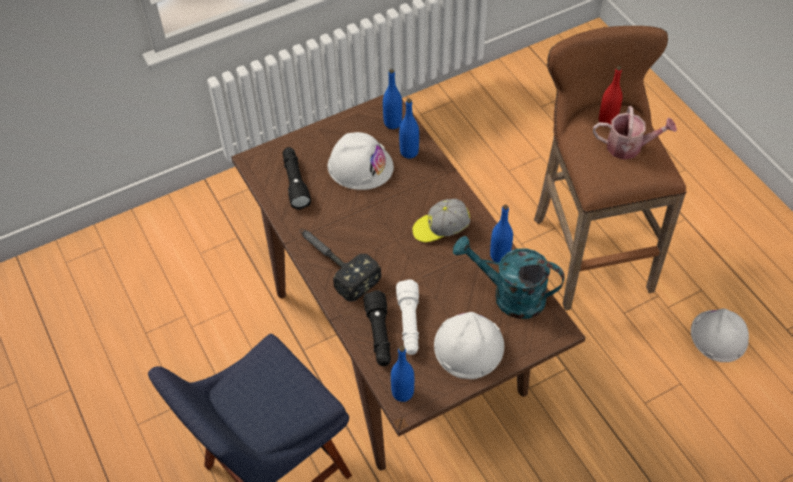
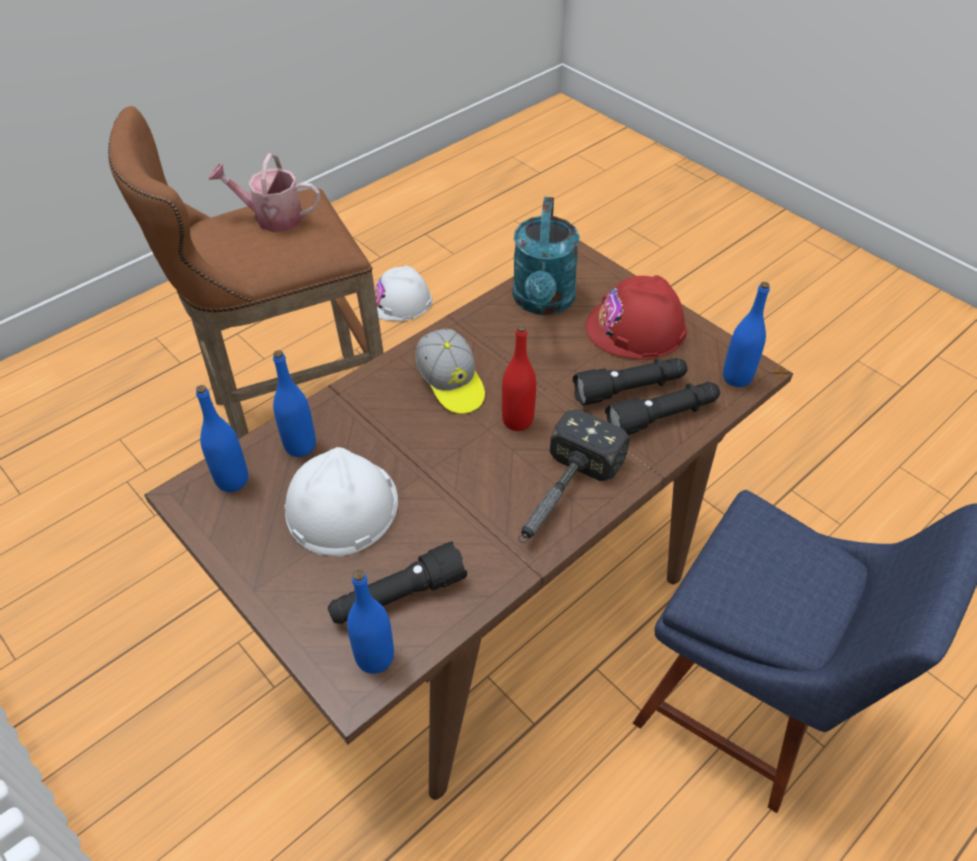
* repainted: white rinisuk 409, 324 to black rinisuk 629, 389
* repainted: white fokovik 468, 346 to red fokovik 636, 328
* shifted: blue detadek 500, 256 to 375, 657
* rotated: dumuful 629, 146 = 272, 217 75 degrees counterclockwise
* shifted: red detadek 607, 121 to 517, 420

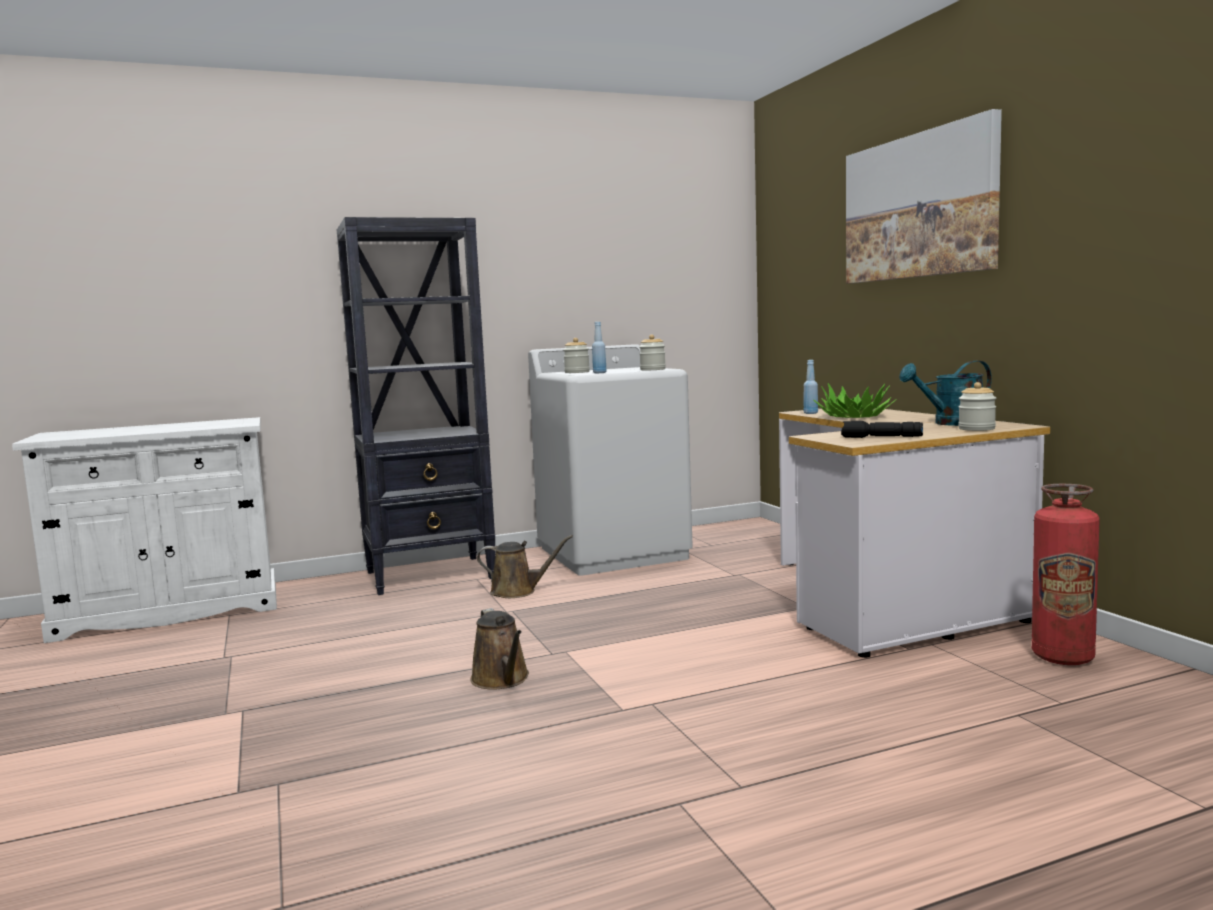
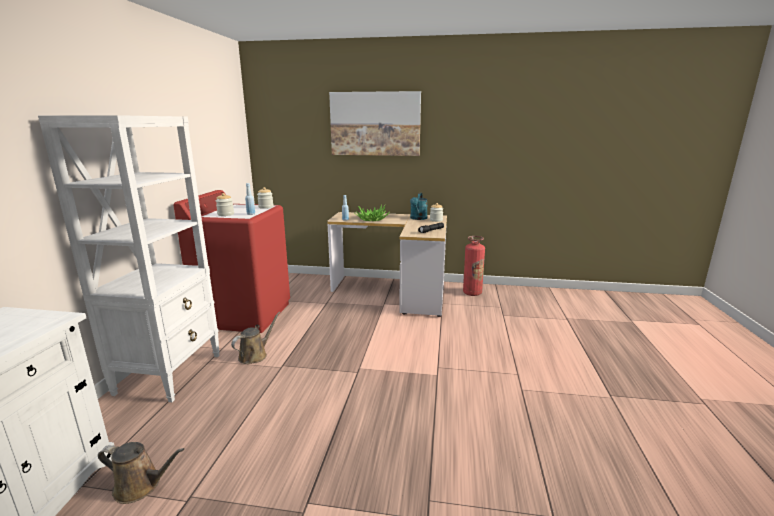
* repainted: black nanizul 431, 575 to white nanizul 170, 373
* shifted: brown dumuful 502, 680 to 141, 486
* repainted: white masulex 614, 553 to red masulex 245, 314

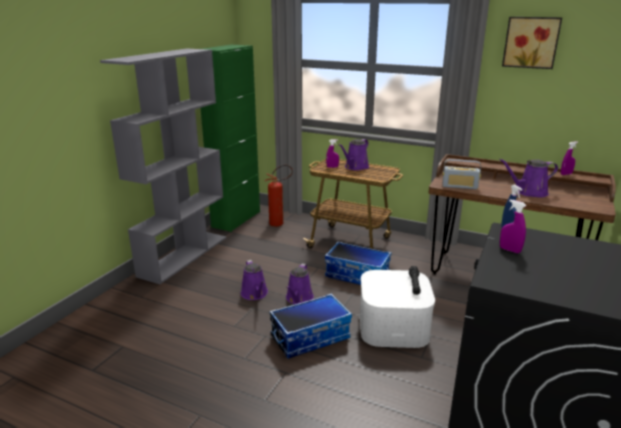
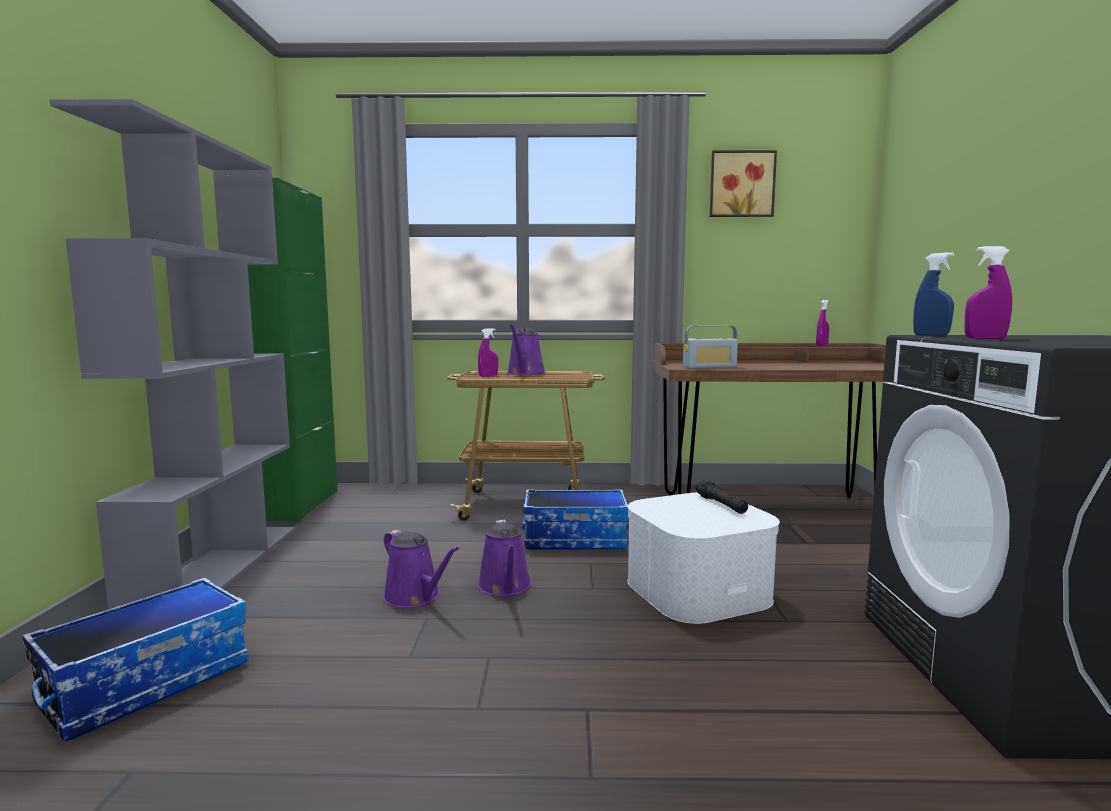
* gone: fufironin 280, 223
* shifted: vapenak 310, 337 to 147, 682
* gone: purple dumuful 529, 192

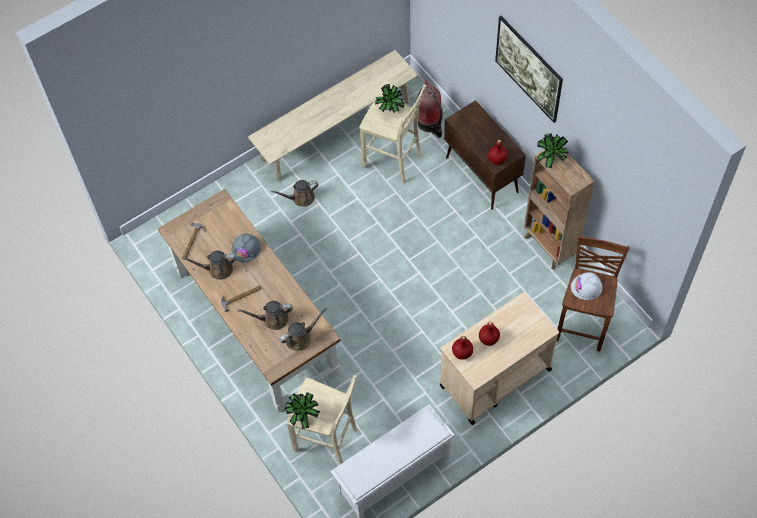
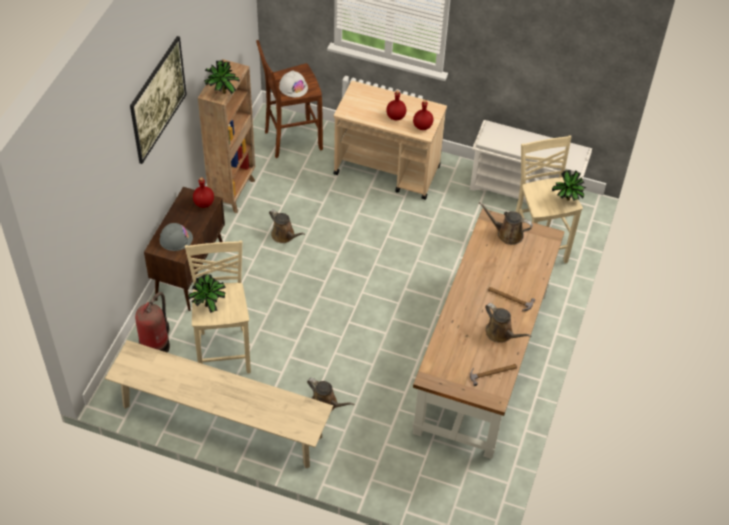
* shifted: grey fokovik 246, 248 to 176, 239
* shifted: brown dumuful 272, 319 to 284, 235

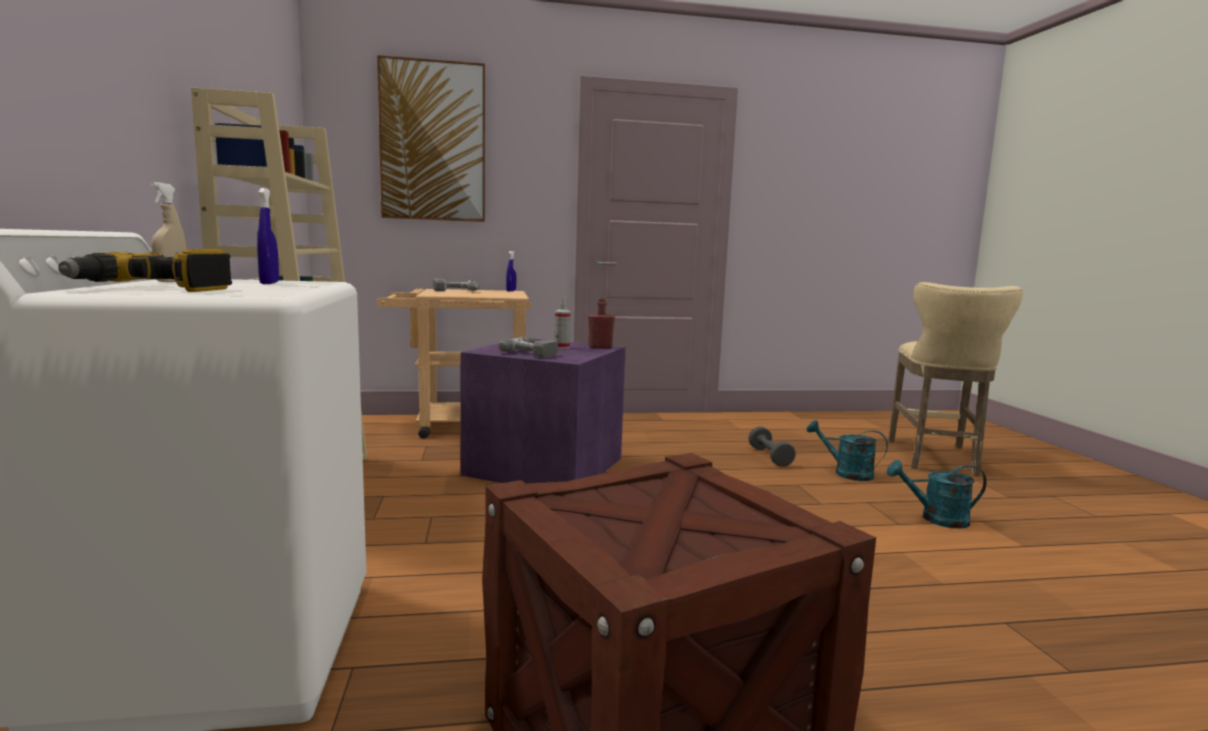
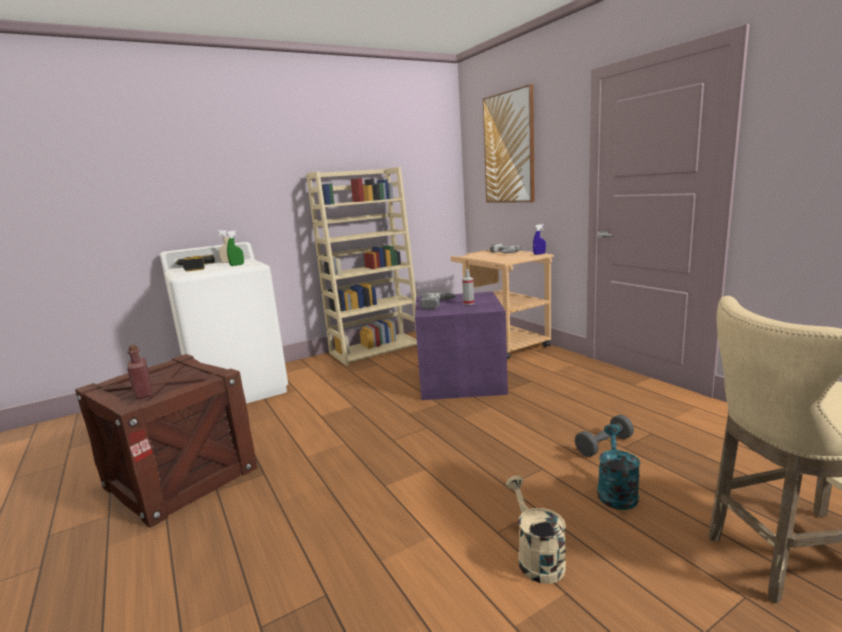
* repainted: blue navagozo 269, 283 to green navagozo 237, 265
* shifted: red detadek 600, 347 to 144, 394
* repainted: turquoise dumuful 936, 519 to beige dumuful 536, 557

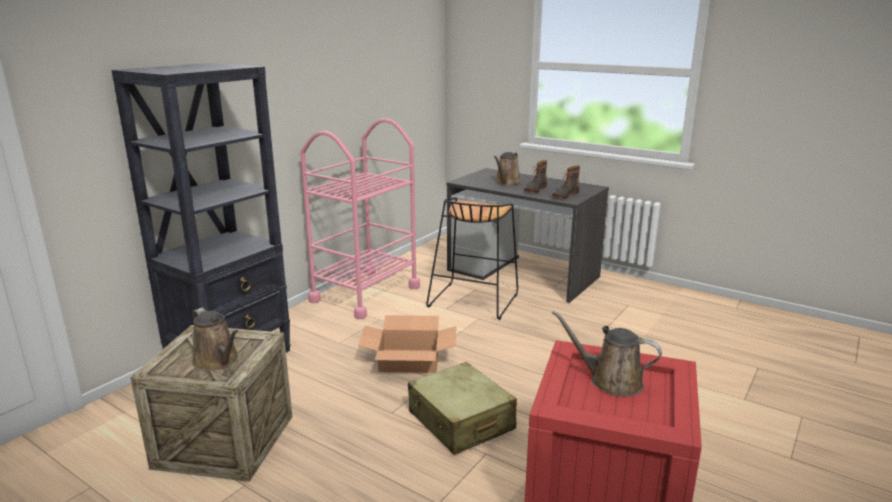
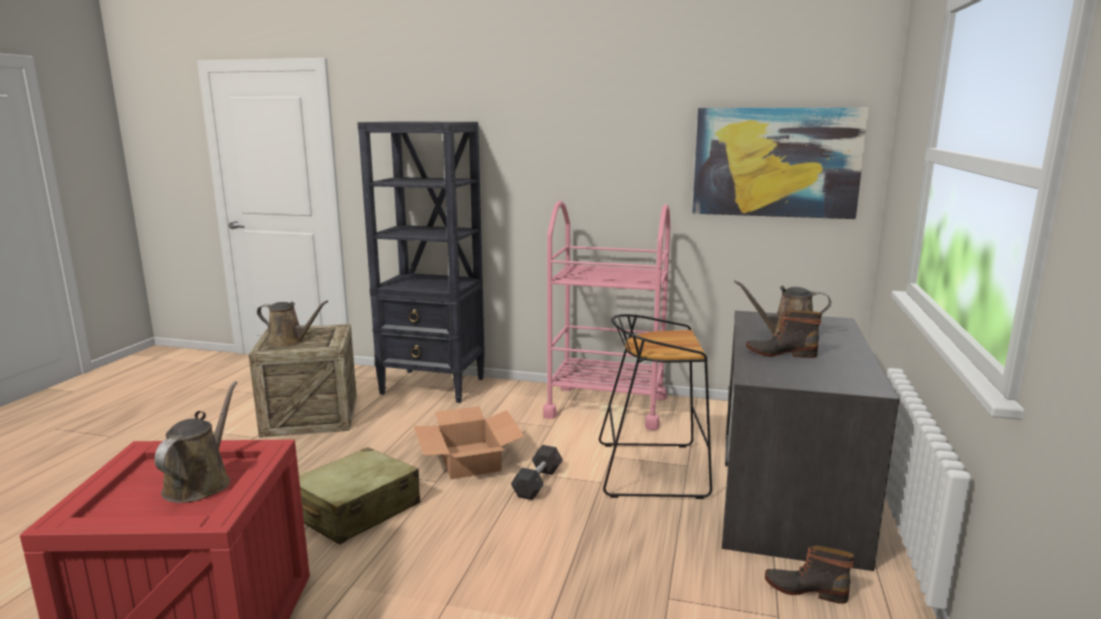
* rotated: brown dumuful 218, 361 = 289, 342 105 degrees counterclockwise
* shifted: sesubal 565, 195 to 805, 589
* new: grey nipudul 537, 483
* new: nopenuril 776, 162

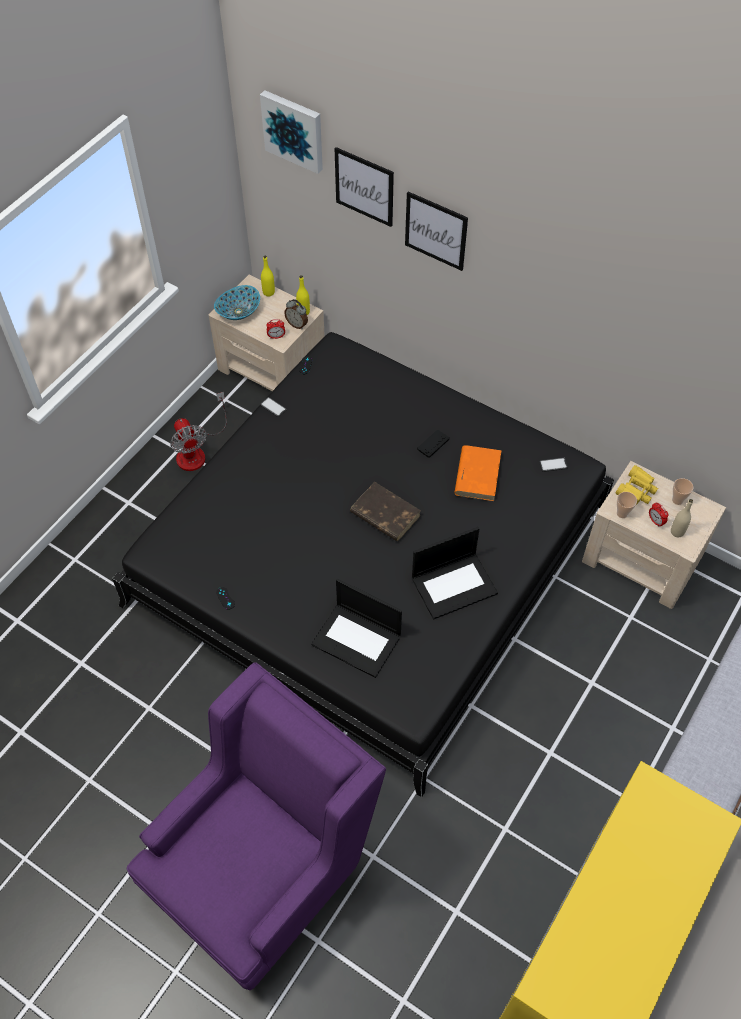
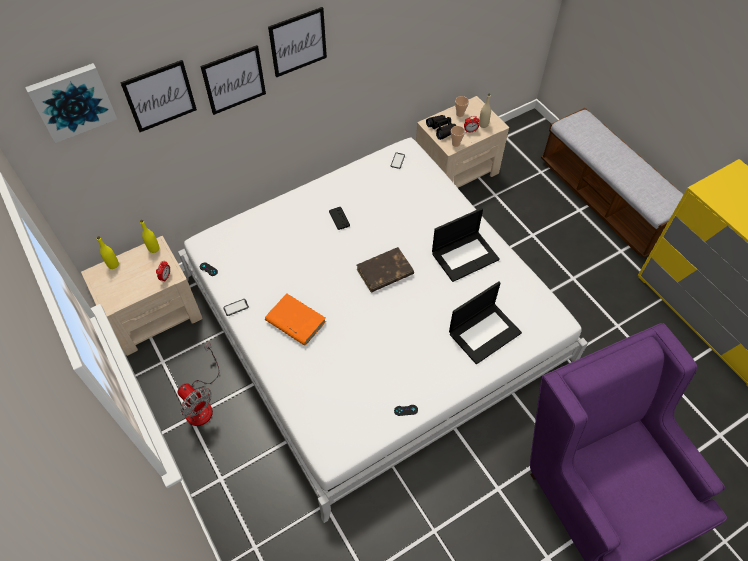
* repainted: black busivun 369, 556 to white busivun 373, 318
* rotated: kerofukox 197, 451 = 201, 403 45 degrees clockwise
* gone: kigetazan 239, 312
* gone: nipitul 297, 324
* rotated: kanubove 454, 584 = 465, 255 60 degrees clockwise
* shifted: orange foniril 477, 474 to 295, 321
* repainted: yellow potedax 636, 490 to black potedax 441, 129
* new: nopenuril 298, 42

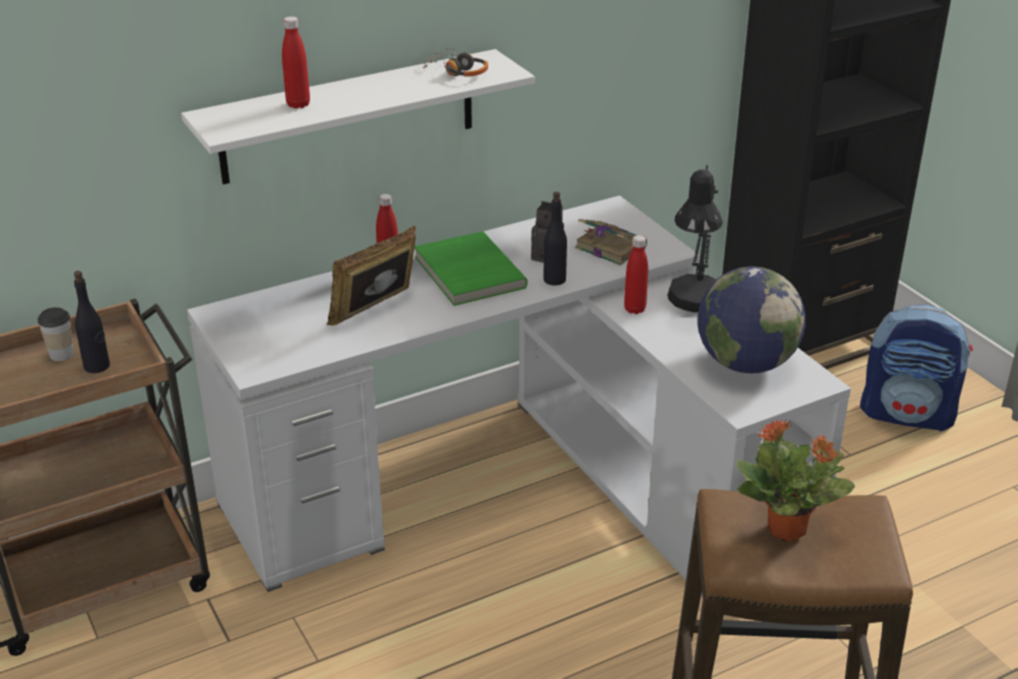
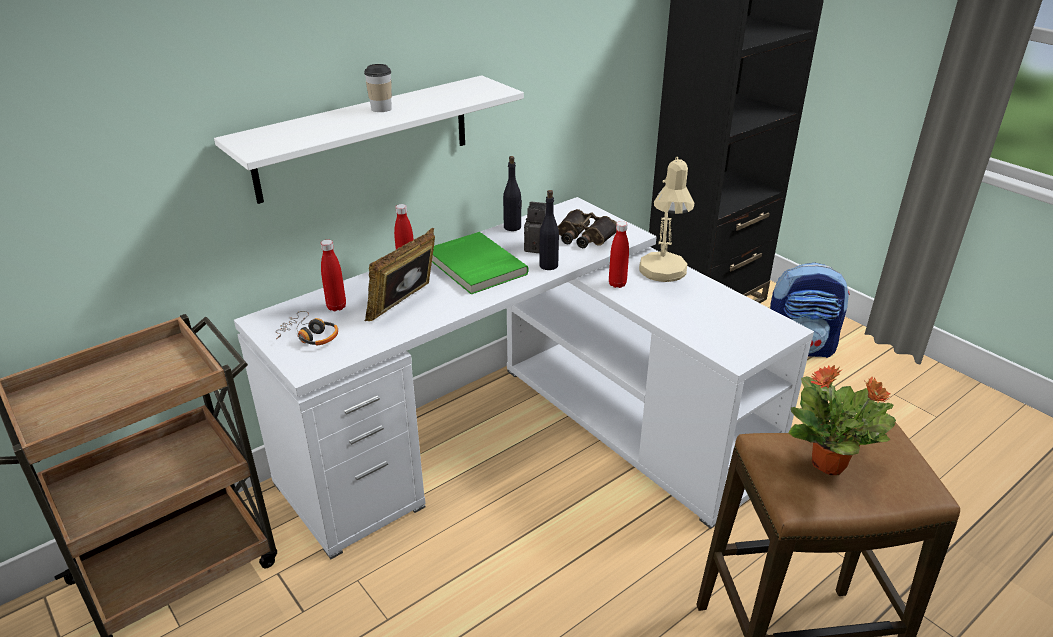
* shifted: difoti 61, 354 to 381, 109
* shifted: black detadek 97, 366 to 512, 227
* shifted: red detadek 298, 104 to 336, 307
* shifted: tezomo 456, 71 to 309, 336
* swapped: foniril 609, 247 to potedax 583, 236
* repainted: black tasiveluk 694, 304 to beige tasiveluk 663, 275
* gone: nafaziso 745, 363

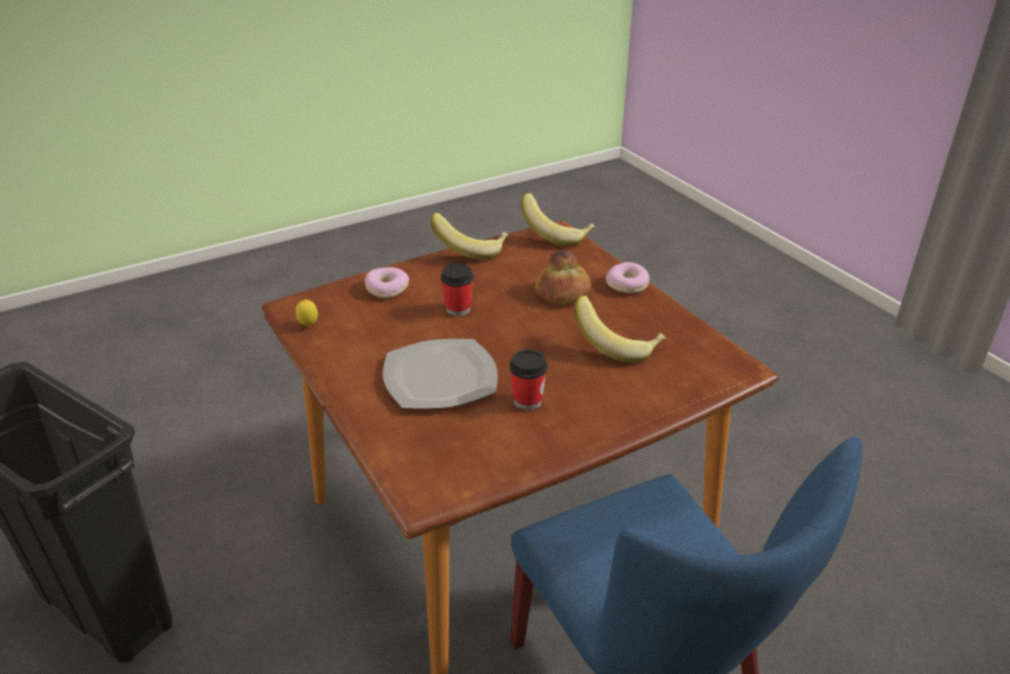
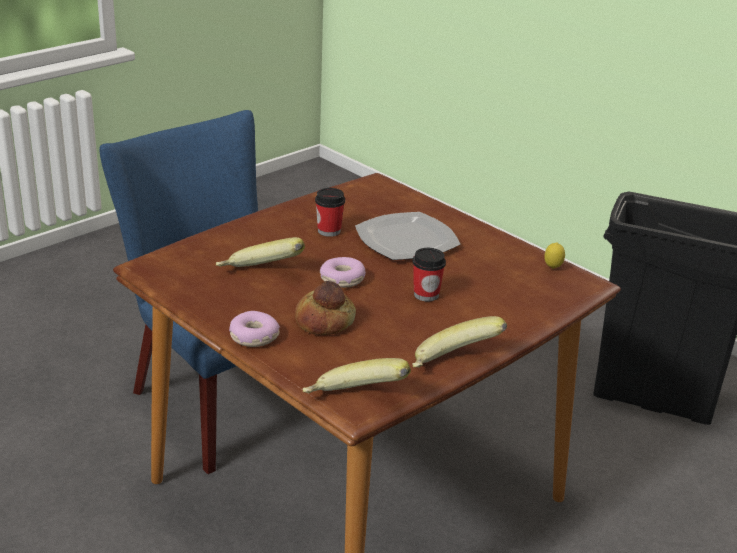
* shifted: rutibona 387, 288 to 342, 279

